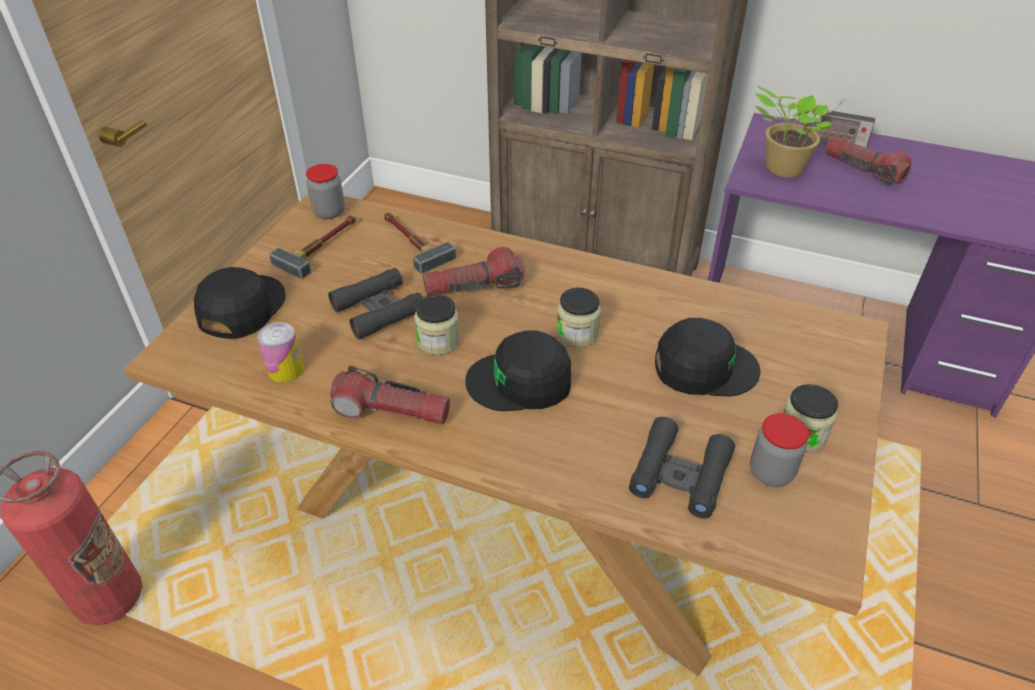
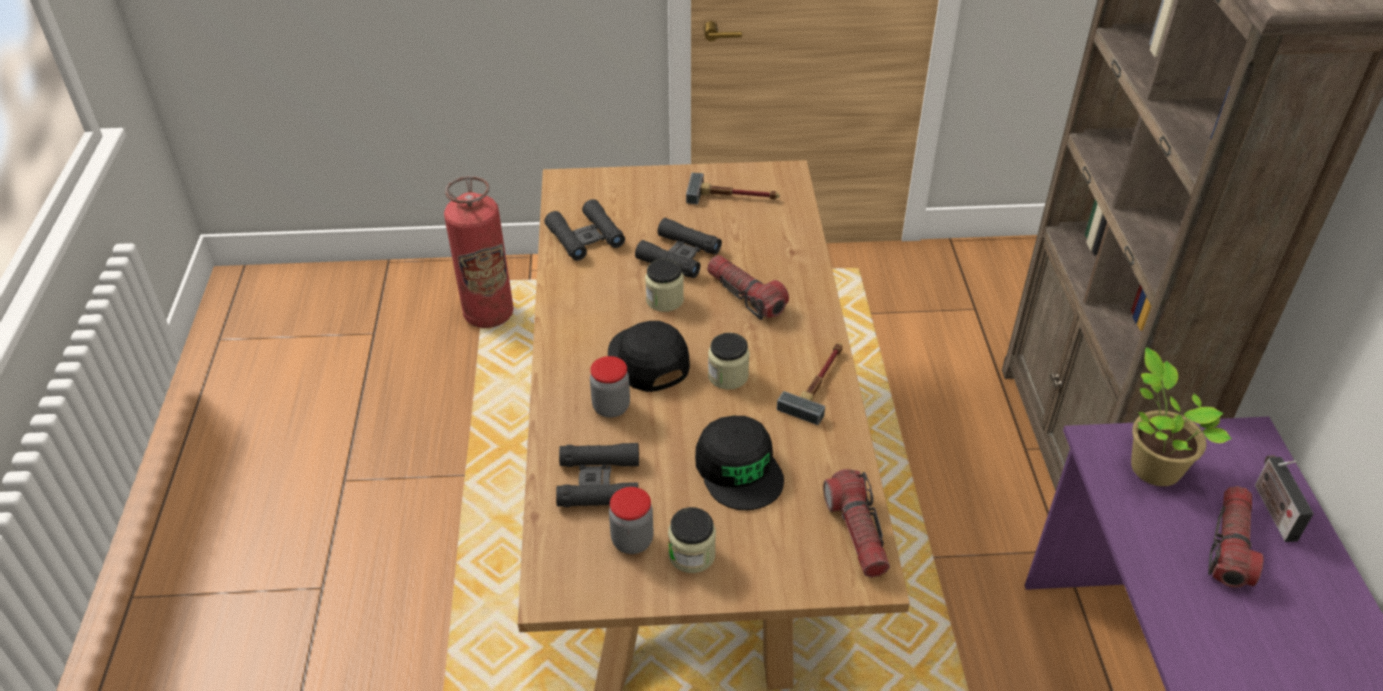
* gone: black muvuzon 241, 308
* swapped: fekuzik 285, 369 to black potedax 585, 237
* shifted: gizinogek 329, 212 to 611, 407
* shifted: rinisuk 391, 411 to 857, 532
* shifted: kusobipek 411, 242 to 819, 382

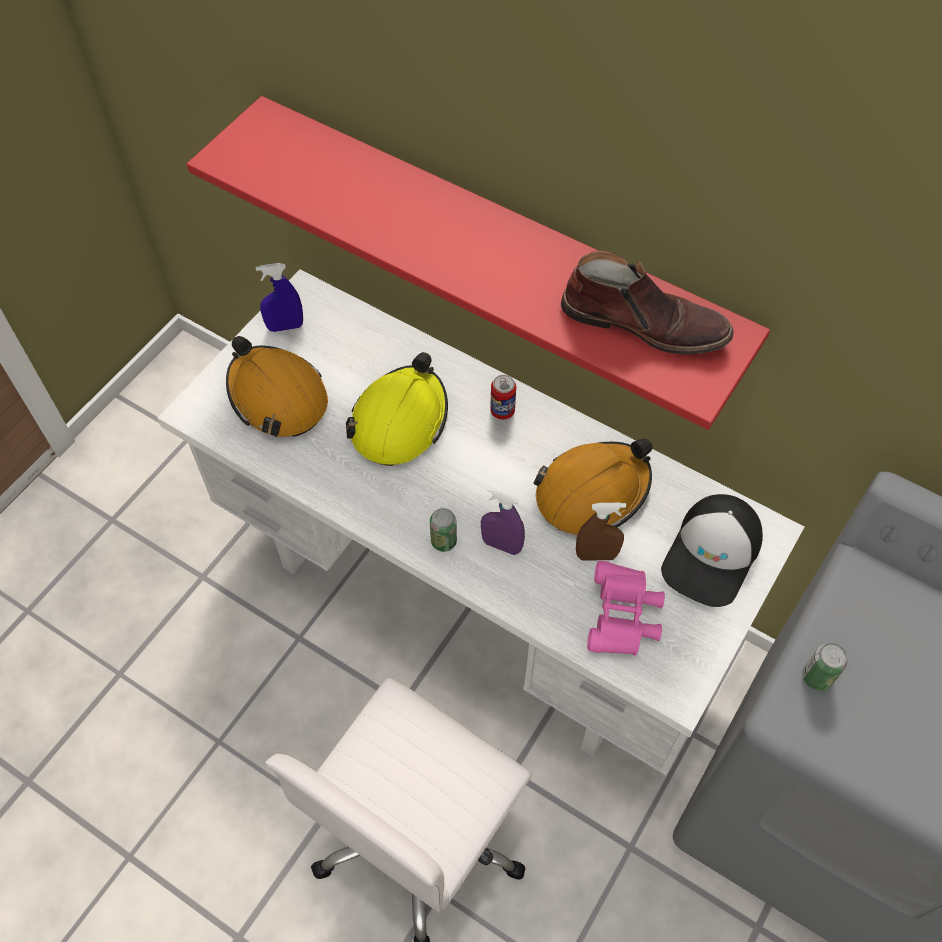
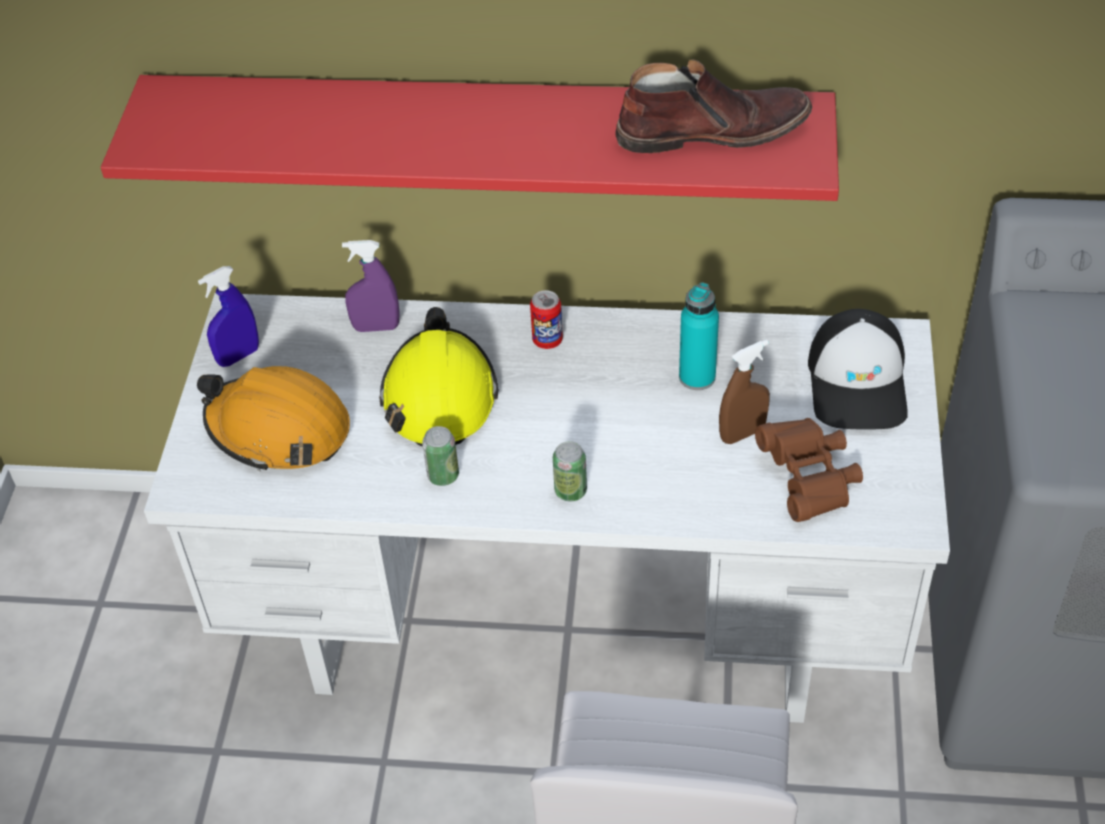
* shifted: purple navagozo 501, 545 to 376, 327
* swapped: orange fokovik 592, 492 to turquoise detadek 697, 377
* repainted: pink potedax 622, 618 to brown potedax 809, 480
* shifted: fekuzik 817, 677 to 443, 475

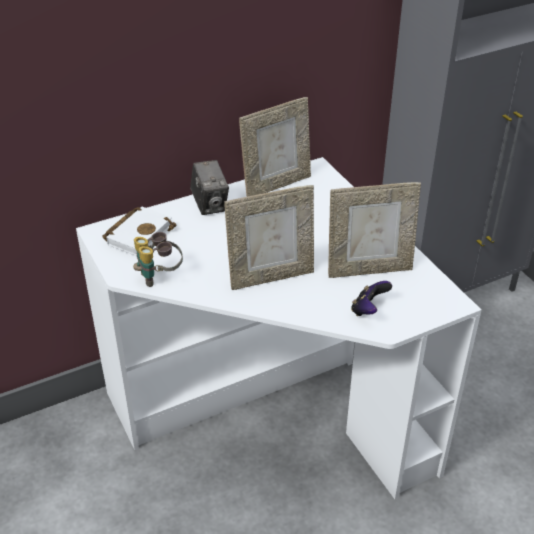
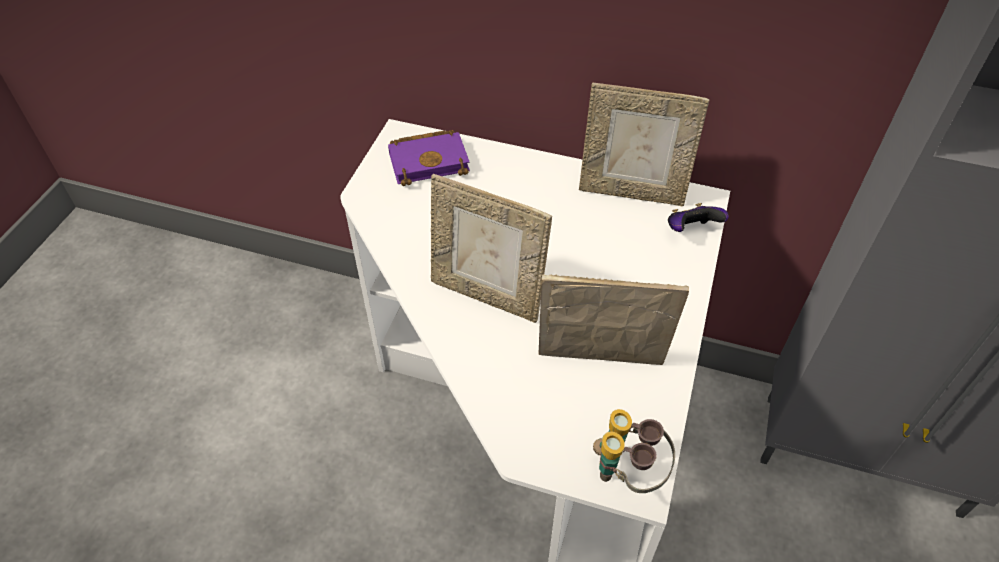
* repainted: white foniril 139, 234 to purple foniril 430, 161
* shifted: potedax 159, 276 to 628, 472
* gone: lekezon 210, 205
* rotated: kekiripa 369, 269 = 599, 365 150 degrees clockwise
* shifted: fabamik 368, 310 to 690, 231

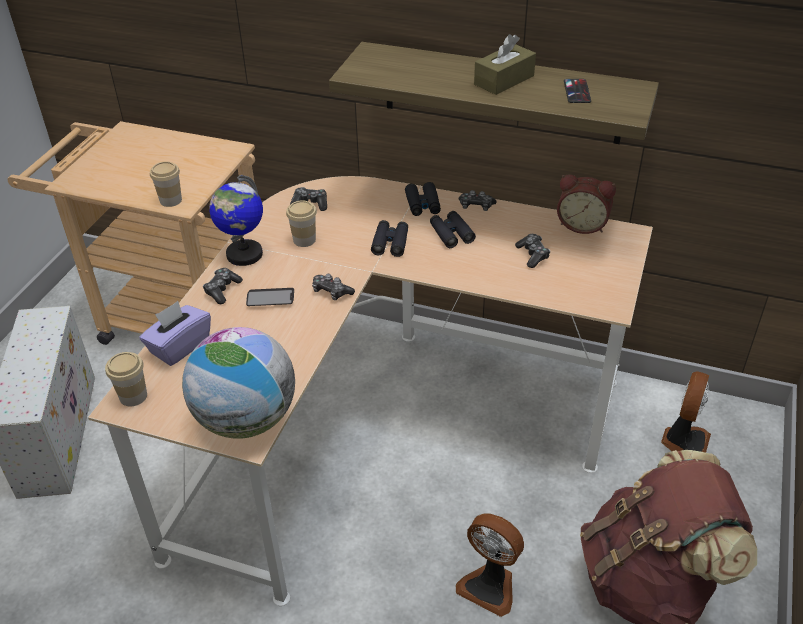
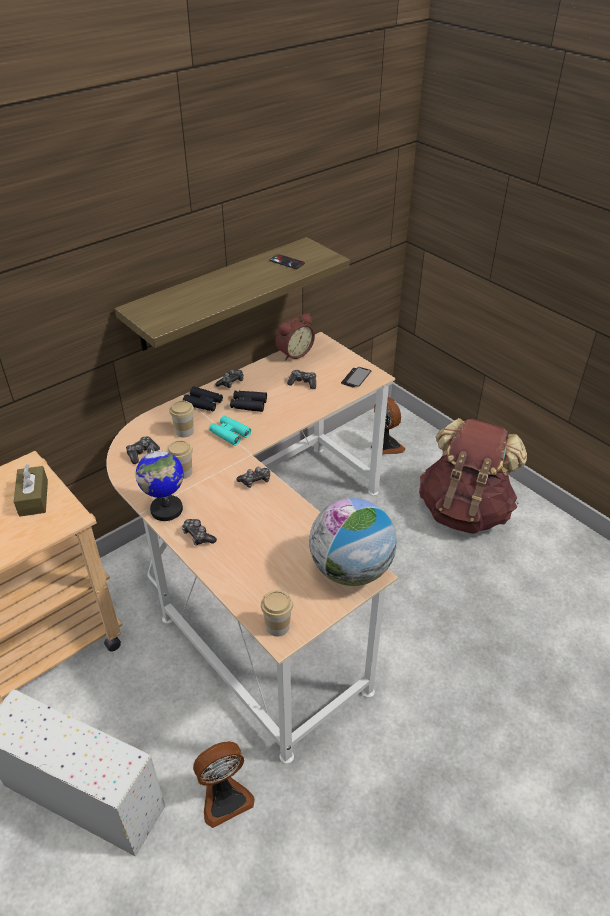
* gone: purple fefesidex 179, 346
* shifted: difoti 171, 200 to 184, 431
* shifted: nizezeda 270, 298 to 356, 378
* repainted: black potedax 390, 243 to turquoise potedax 230, 434
* shifted: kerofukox 490, 586 to 224, 797
* shifted: brown fefesidex 504, 80 to 33, 498

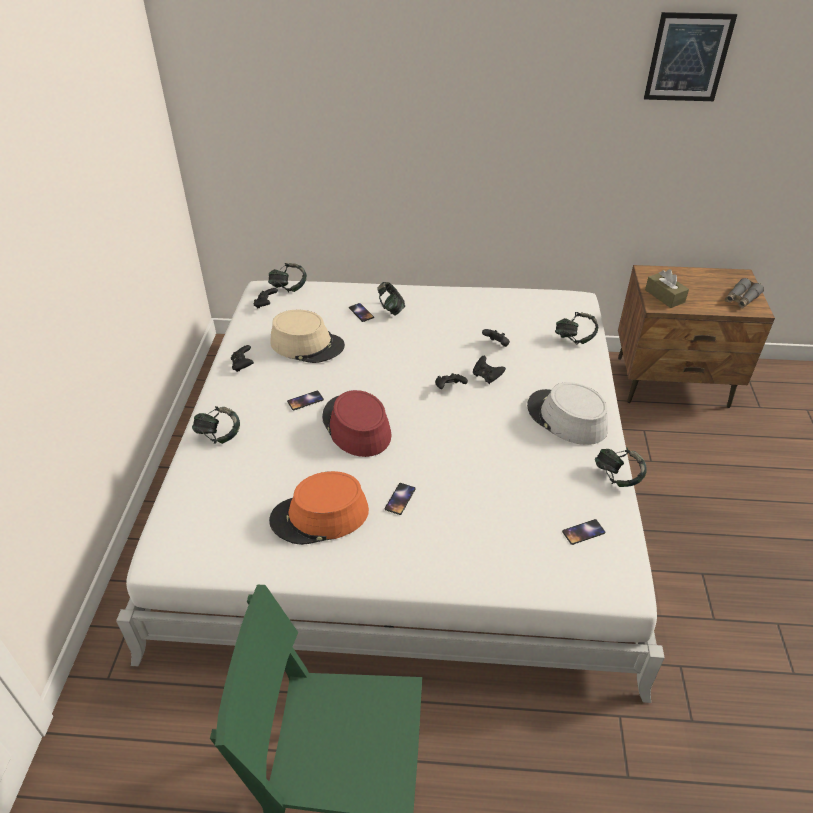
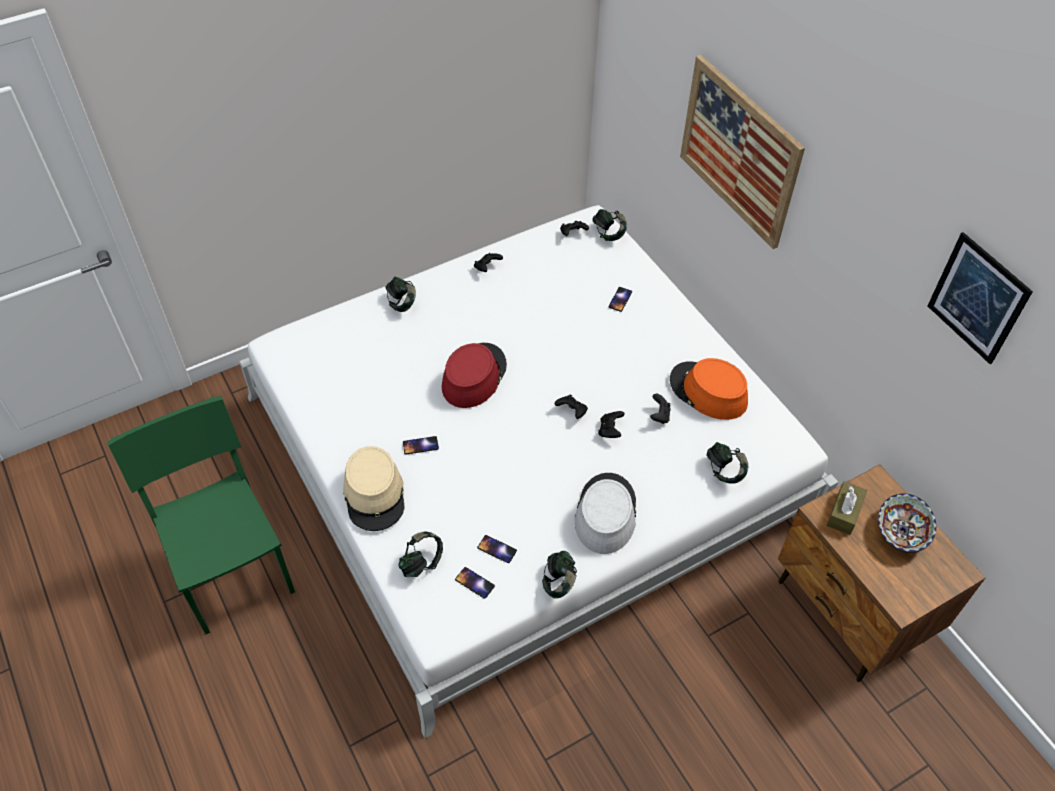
* shifted: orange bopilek 320, 516 to 708, 391
* shifted: beige bopilek 307, 345 to 375, 494
* shifted: nizezeda 305, 401 to 497, 549
* shifted: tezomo 391, 309 to 421, 563
* gone: grey potedax 741, 299
* new: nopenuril 739, 151
* new: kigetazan 902, 532

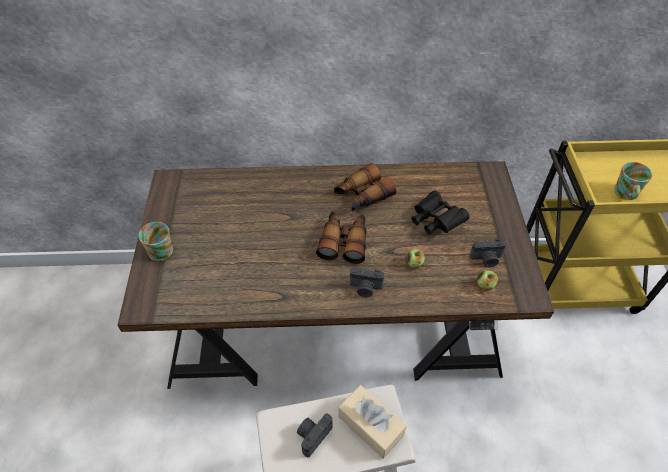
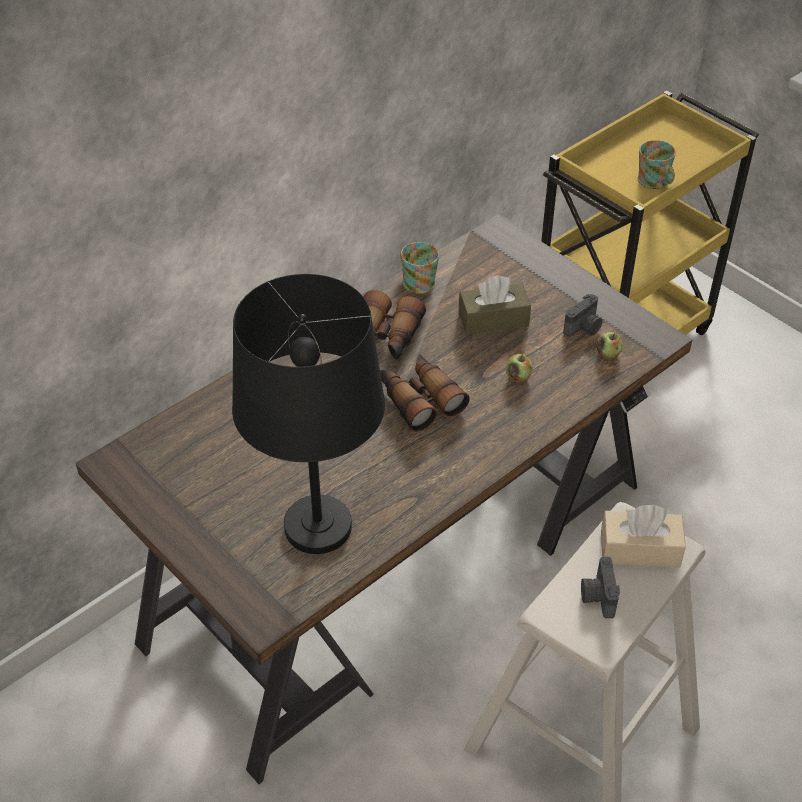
* shifted: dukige 162, 248 to 416, 280
* gone: lekezon 365, 288
* swapped: black potedax 435, 221 to brown fefesidex 493, 319
* new: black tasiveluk 319, 527

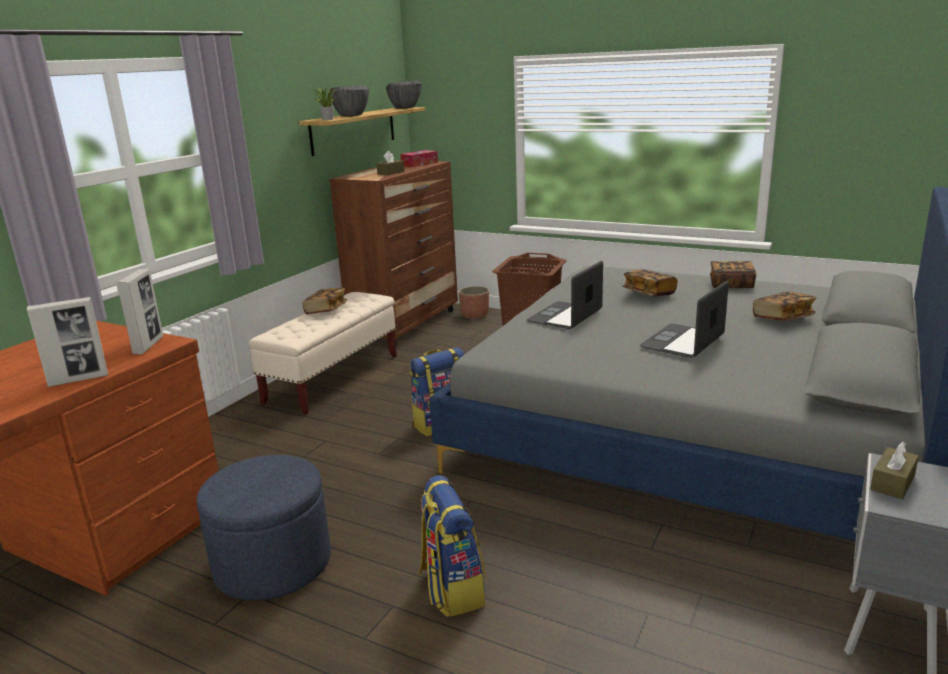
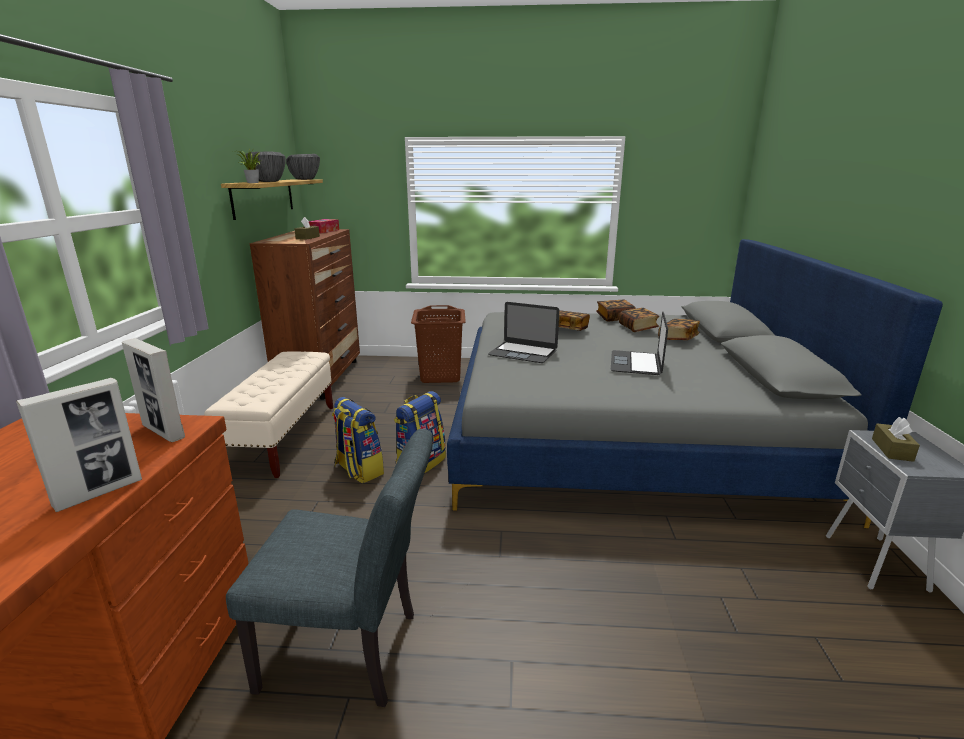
* rotated: kekiripa 148, 345 = 163, 432 150 degrees clockwise
* swapped: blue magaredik 273, 564 to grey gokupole 352, 652
* shifted: foniril 326, 310 to 637, 328
* shifted: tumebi 451, 589 to 358, 470
* gone: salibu 474, 315
* rotated: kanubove 565, 315 = 523, 352 75 degrees counterclockwise

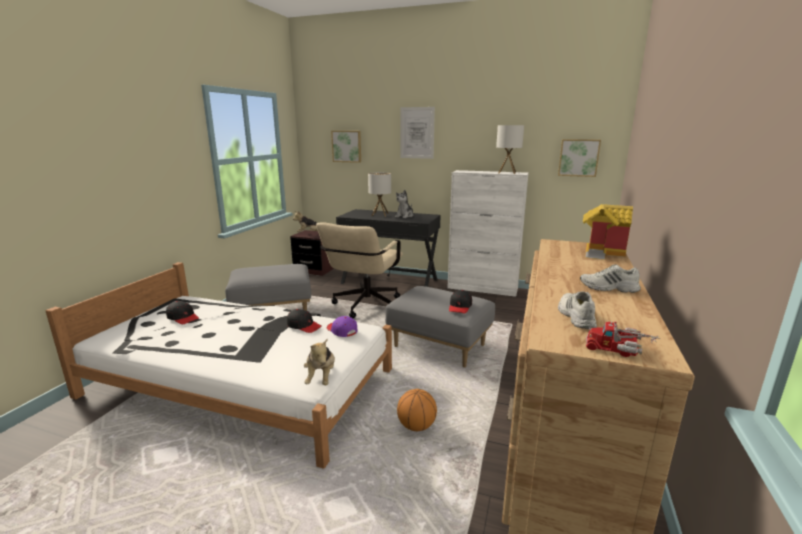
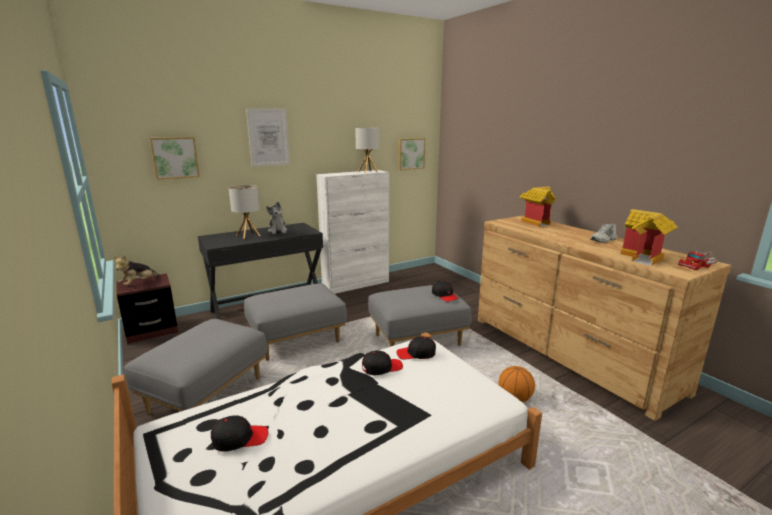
* gone: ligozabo 321, 377
* swapped: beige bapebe 364, 307 to grey magaredik 296, 341
* repainted: purple muvuzon 341, 330 to black muvuzon 416, 354
* swapped: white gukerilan 575, 316 to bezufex 645, 258

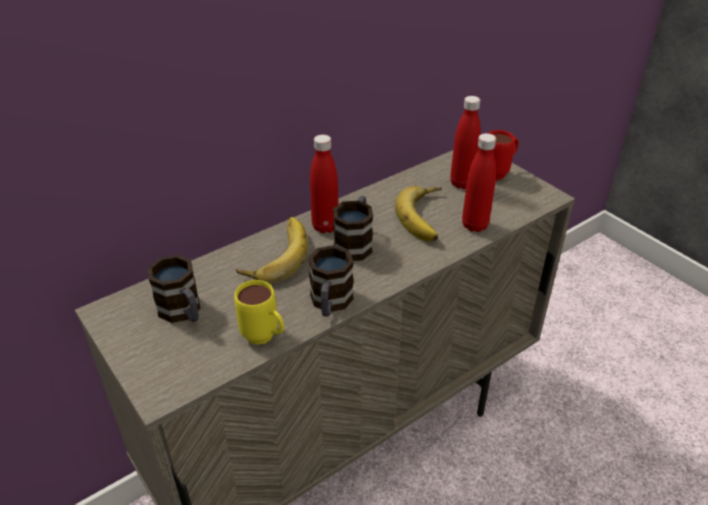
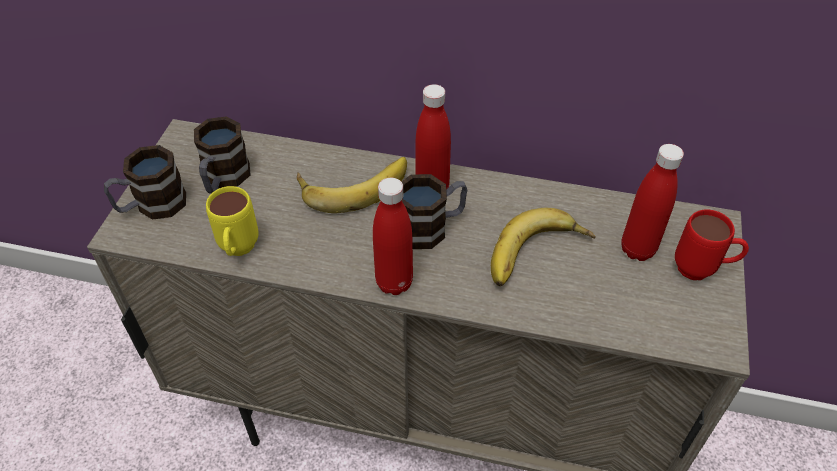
* shifted: dukige 330, 303 to 152, 206
* shifted: red detadek 474, 225 to 394, 283

